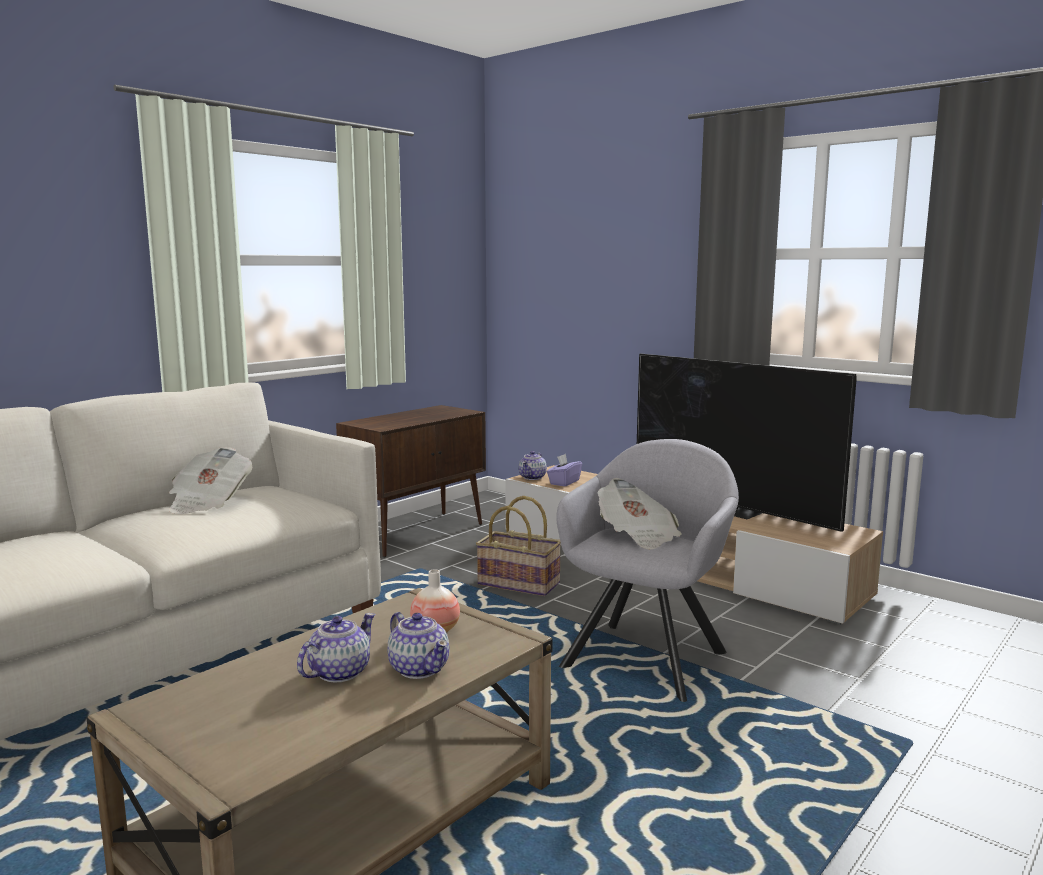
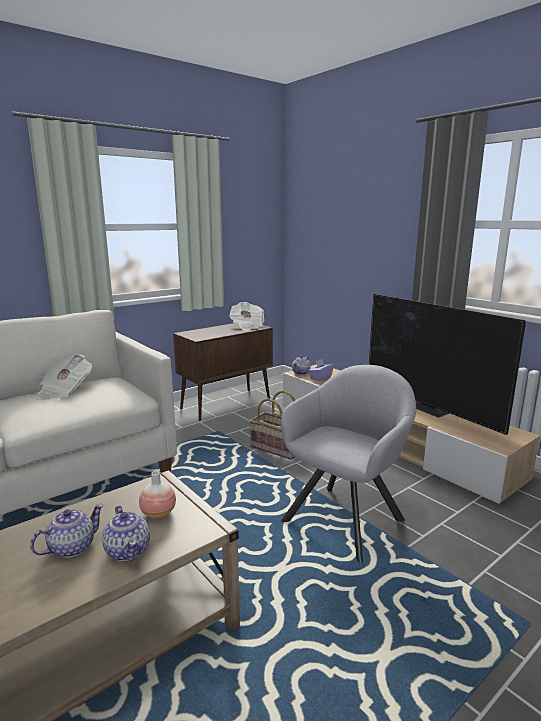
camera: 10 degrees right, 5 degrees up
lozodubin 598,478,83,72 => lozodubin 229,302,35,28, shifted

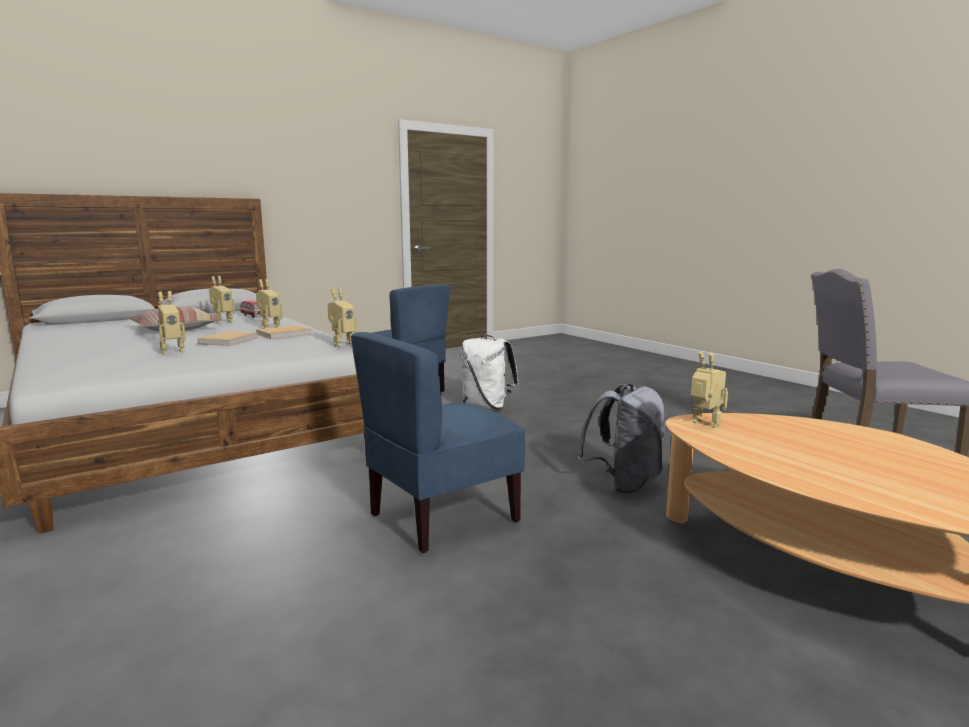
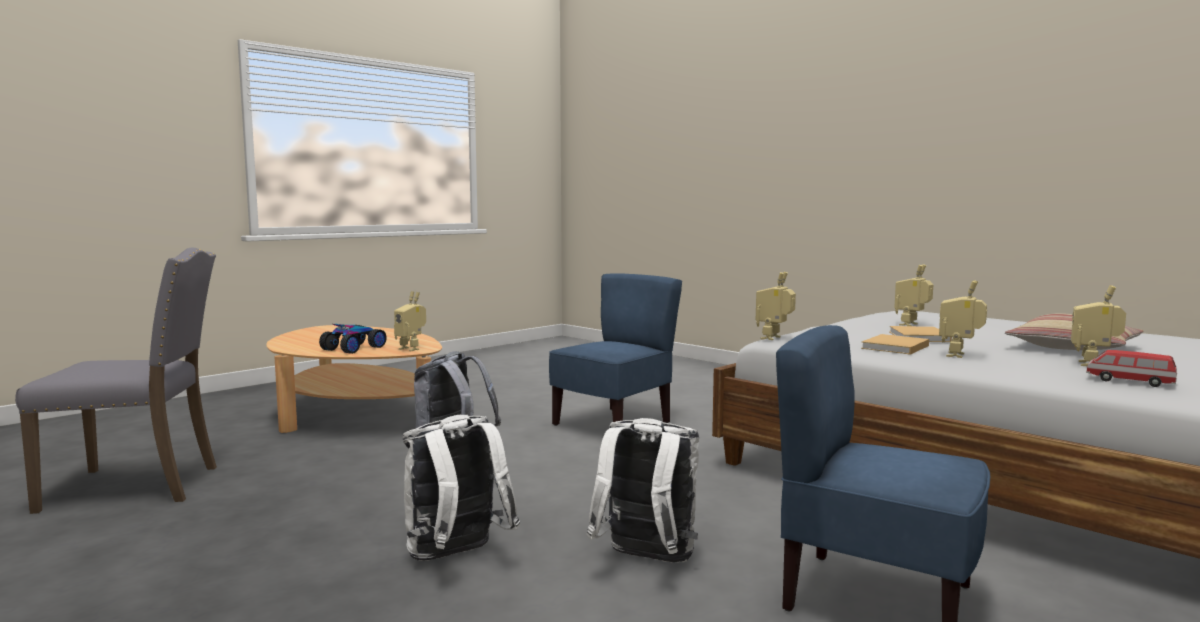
camera: 170 degrees right, 5 degrees down
nothing => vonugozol 319,324,68,30
nothing => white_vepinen 403,415,117,146

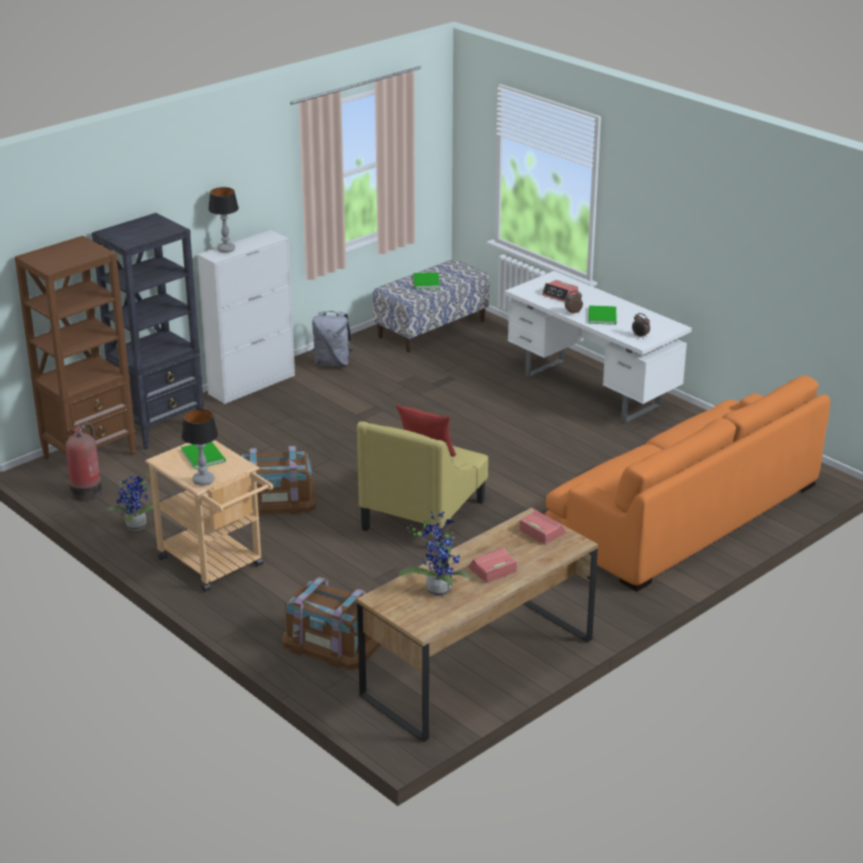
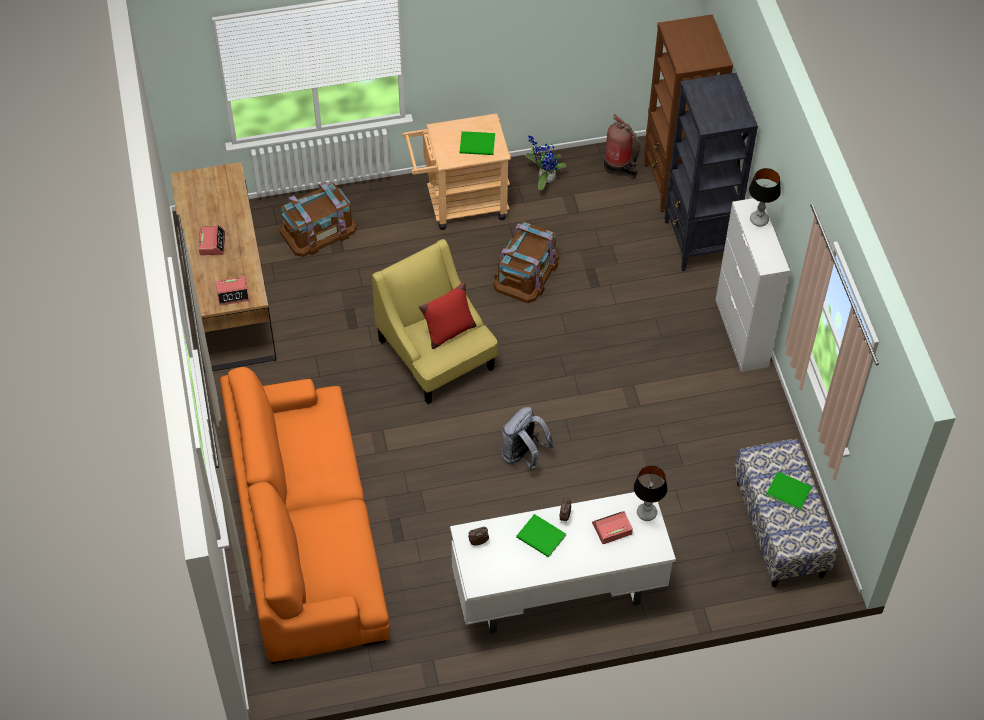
camera: 120 degrees right, 25 degrees up
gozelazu 399,511,72,86 => nothing
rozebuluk 181,409,37,77 => rozebuluk 633,465,35,56, shifted
grey_vepinen 312,311,41,56 => grey_vepinen 502,407,52,63, shifted

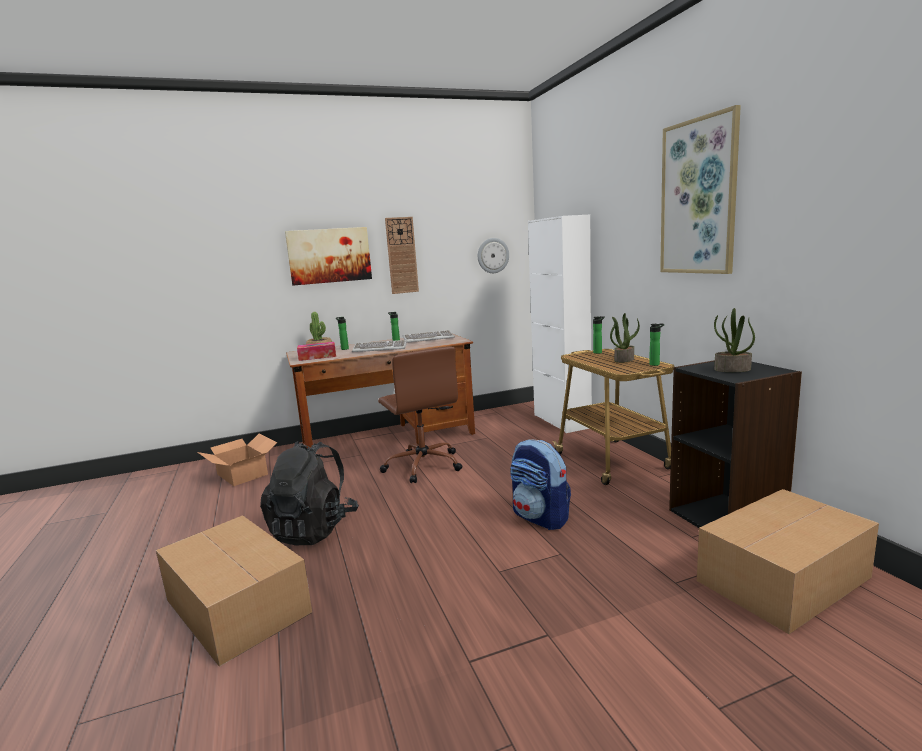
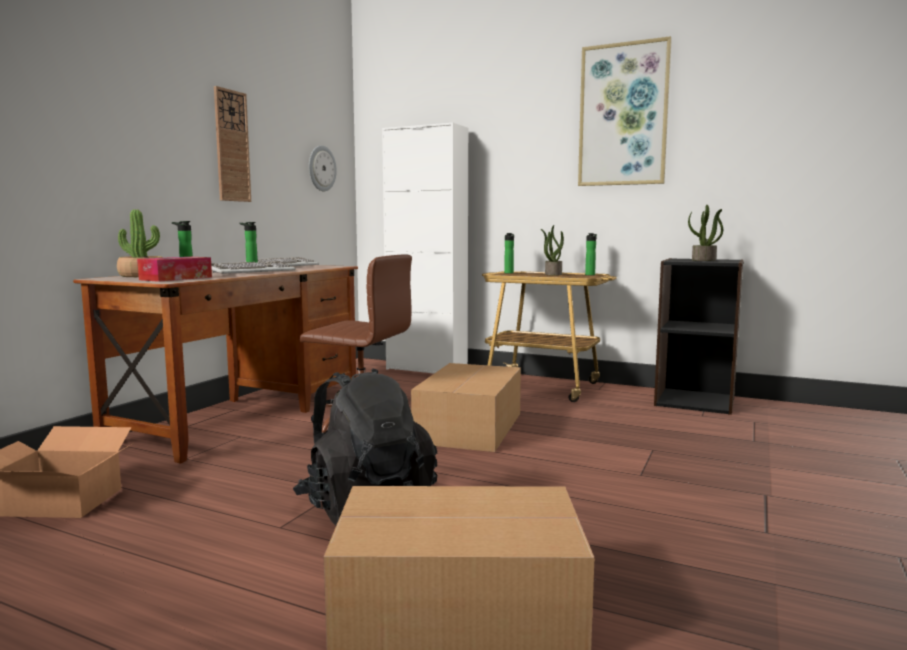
camera: 45 degrees left, 5 degrees down
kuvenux 285,227,87,59 => nothing
vepinen 510,439,61,91 => nothing
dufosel 697,489,182,145 => dufosel 411,363,110,89, shifted

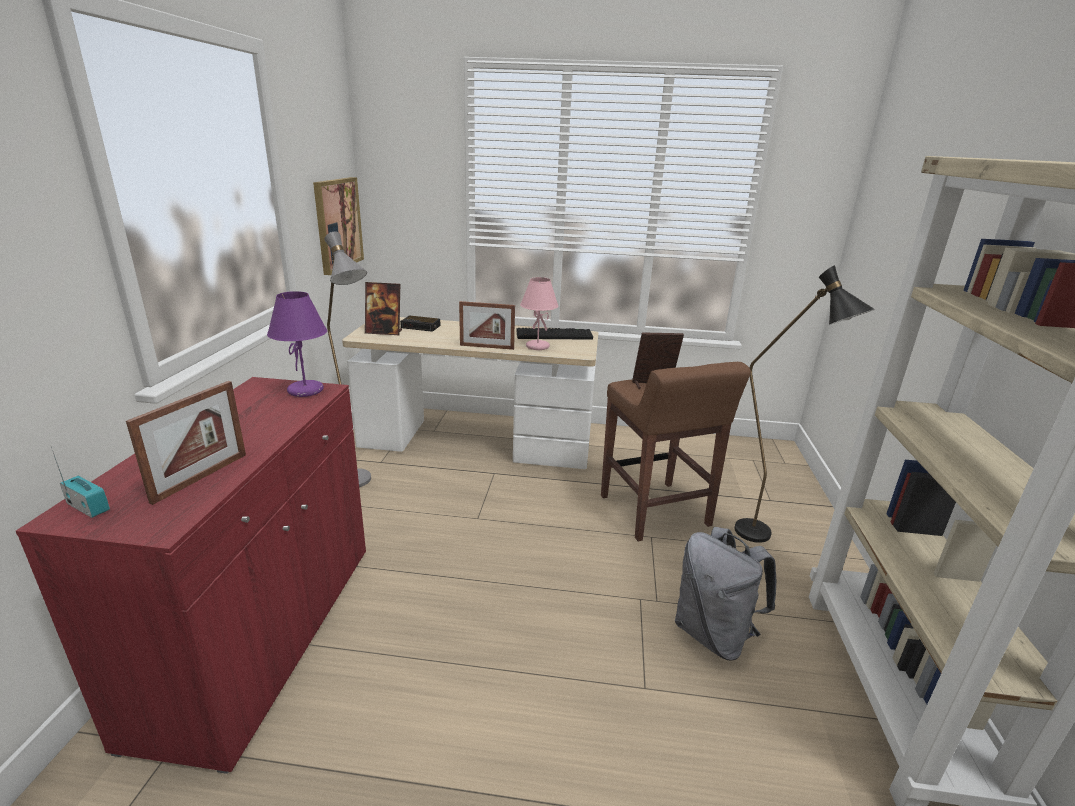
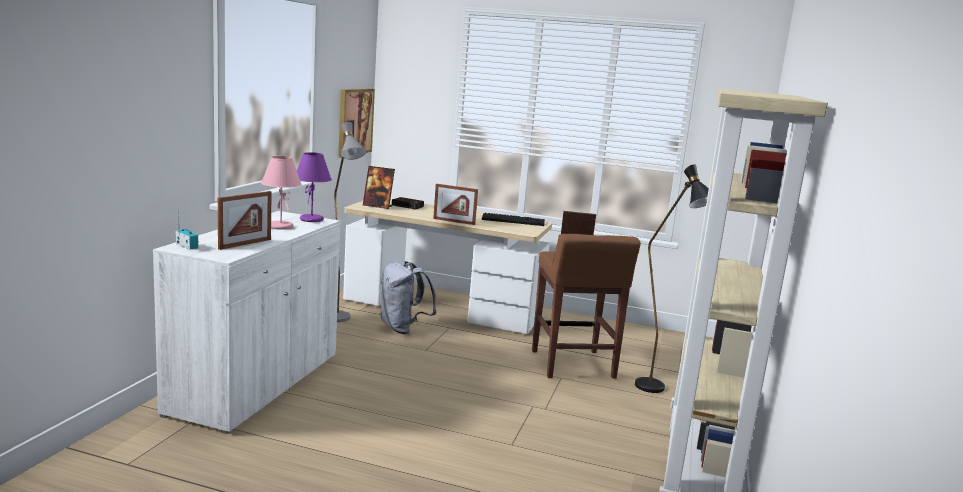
camera: 10 degrees right, 10 degrees down
pink_rozebuluk 520,277,39,73 => pink_rozebuluk 261,156,41,74, shifted
grey_vepinen 675,527,101,133 => grey_vepinen 380,261,57,73, shifted
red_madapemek 16,377,350,397 => white_madapemek 153,211,187,223

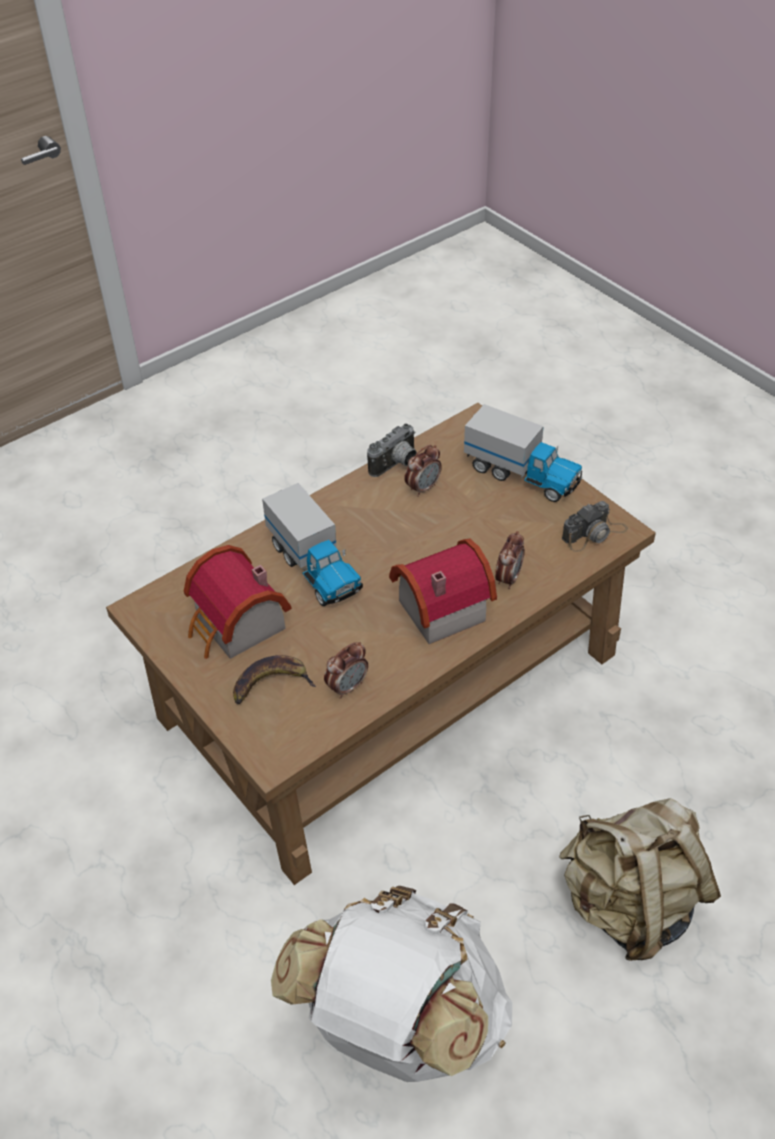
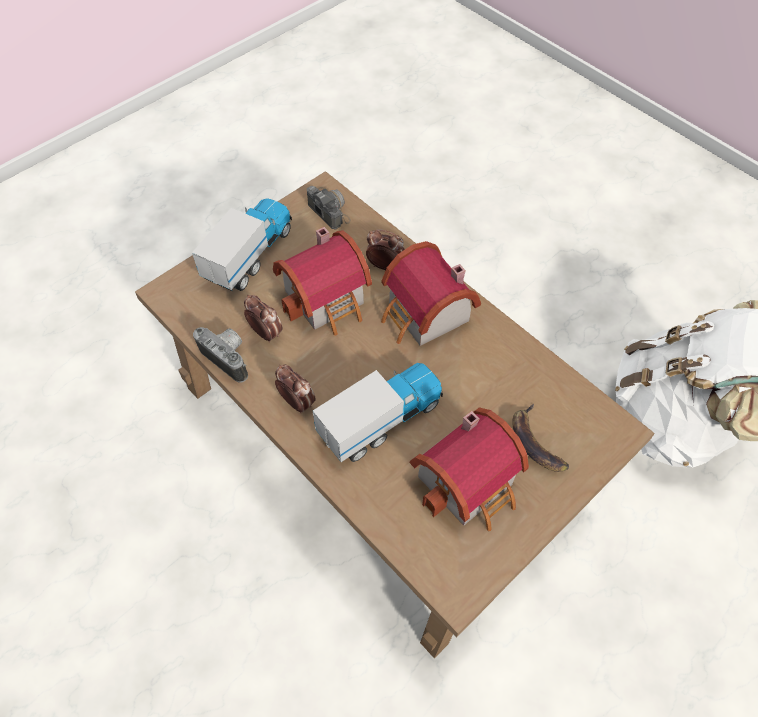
camera: 95 degrees left, 10 degrees up
beige_vepinen 559,798,162,163 => nothing
nothing => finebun 273,227,99,109
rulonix 324,642,44,57 => rulonix 275,365,41,48, shifted

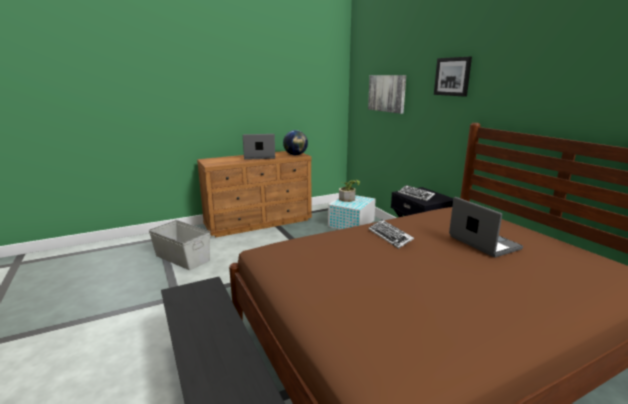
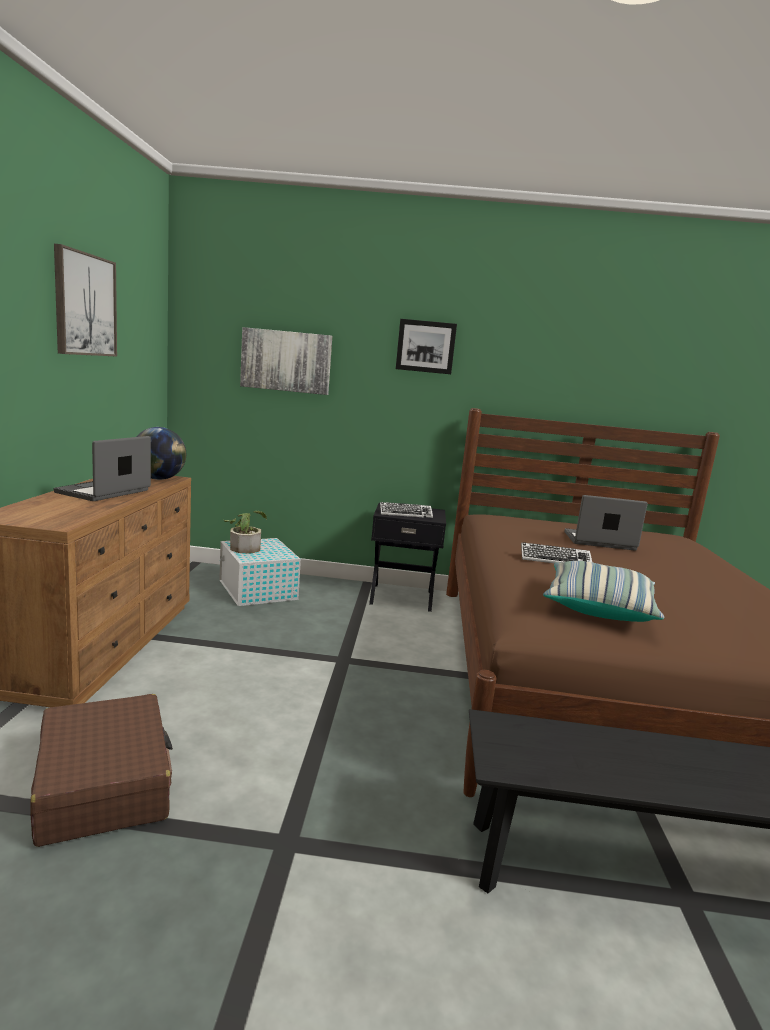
camera: 60 degrees left, 5 degrees down
nothing => kuvenux 54,244,63,112
nothing => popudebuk 543,561,121,61
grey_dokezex 149,220,61,50 => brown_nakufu 30,694,143,153

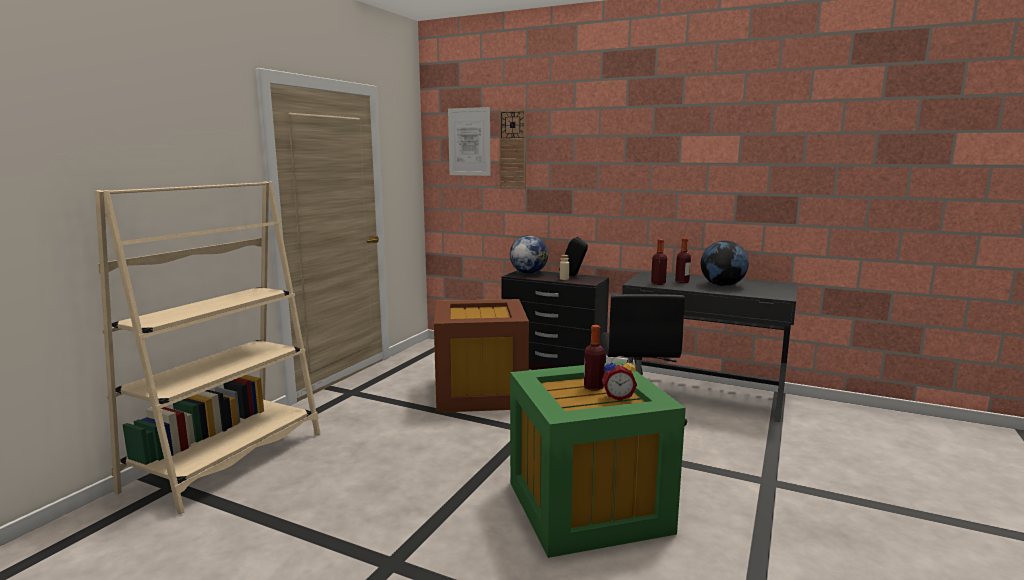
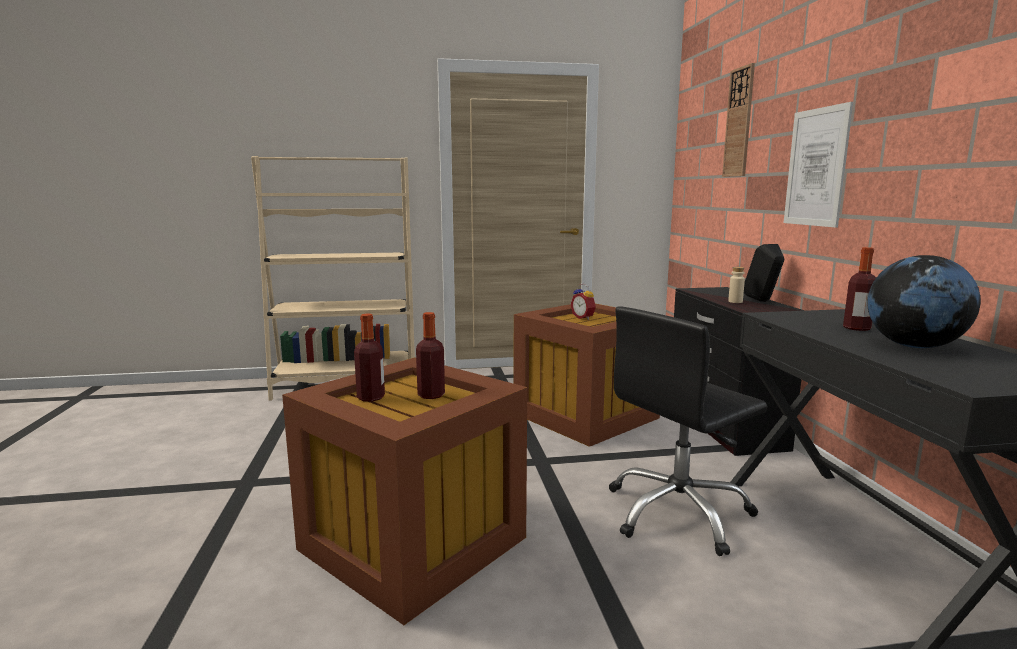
camera: 55 degrees right, 0 degrees up
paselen 510,235,38,39 => nothing
kuvenux 448,107,43,69 => kuvenux 784,102,69,126, shifted
rulonix 602,356,35,45 => rulonix 571,284,25,36, shifted
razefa 651,239,16,46 => razefa 354,314,31,88, shifted
green_dokezex 510,361,176,197 => brown_dokezex 282,358,245,267

